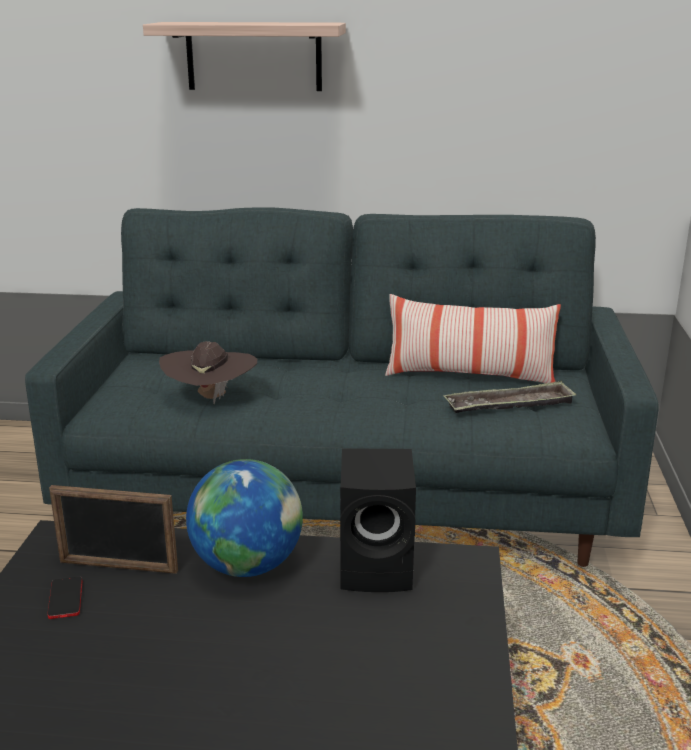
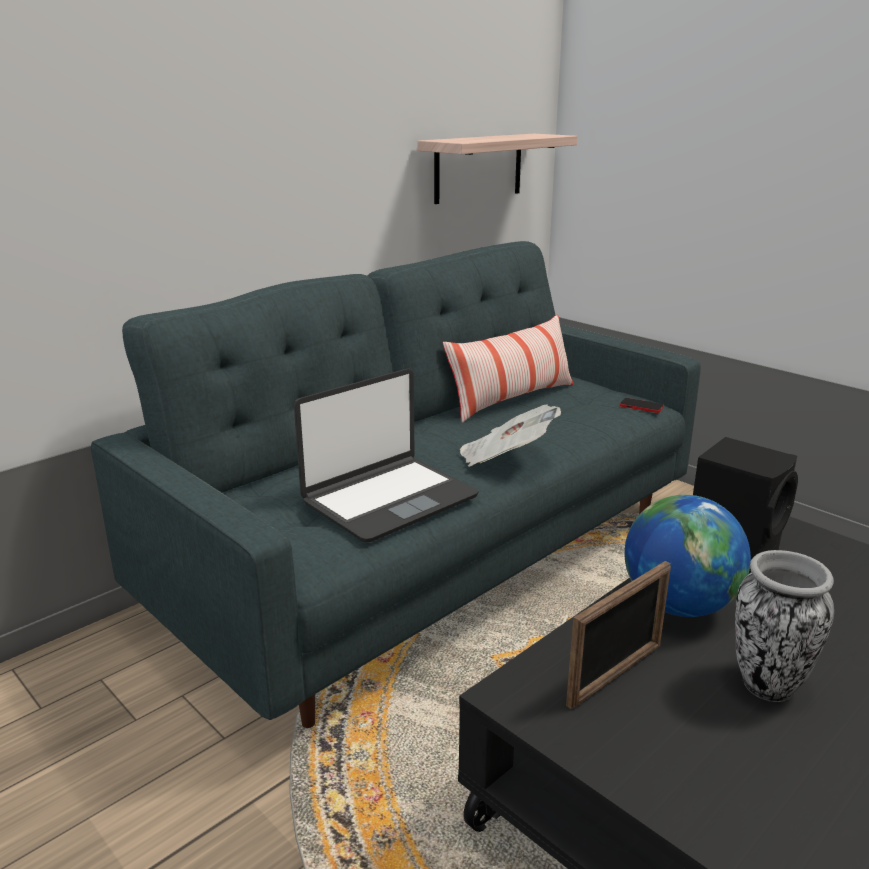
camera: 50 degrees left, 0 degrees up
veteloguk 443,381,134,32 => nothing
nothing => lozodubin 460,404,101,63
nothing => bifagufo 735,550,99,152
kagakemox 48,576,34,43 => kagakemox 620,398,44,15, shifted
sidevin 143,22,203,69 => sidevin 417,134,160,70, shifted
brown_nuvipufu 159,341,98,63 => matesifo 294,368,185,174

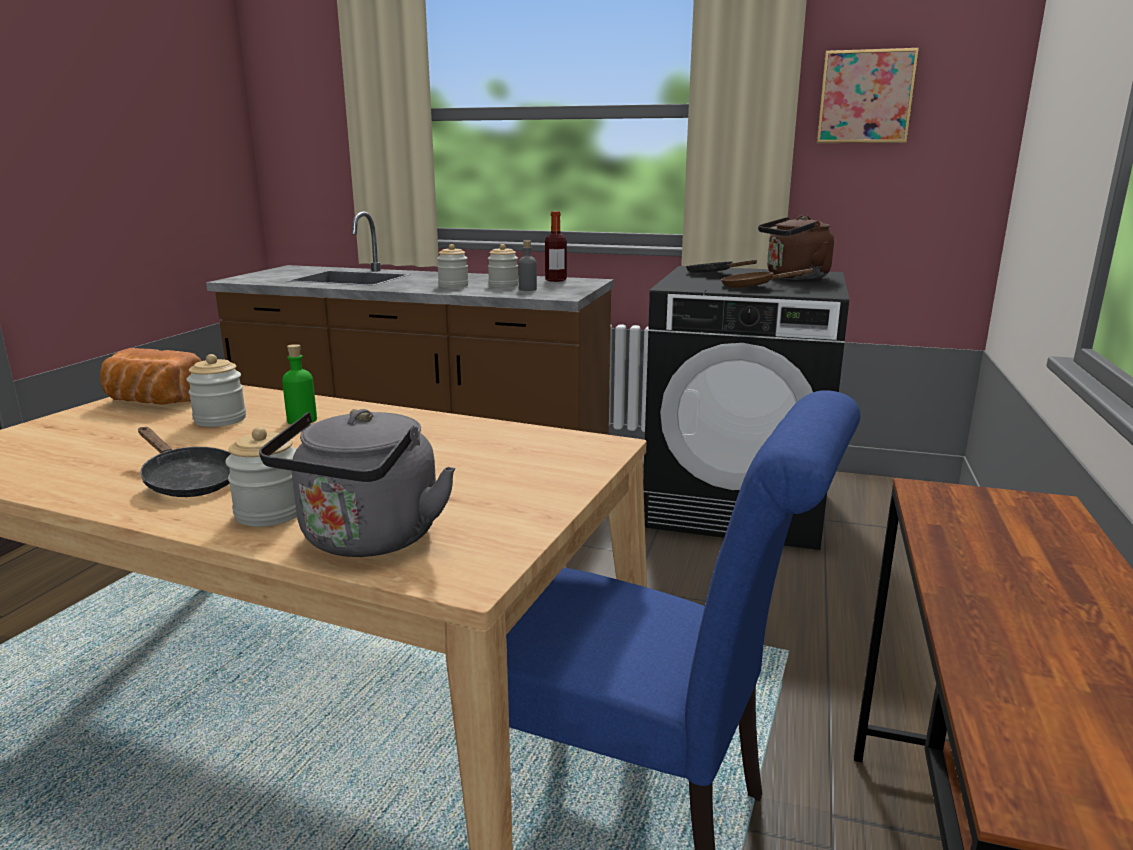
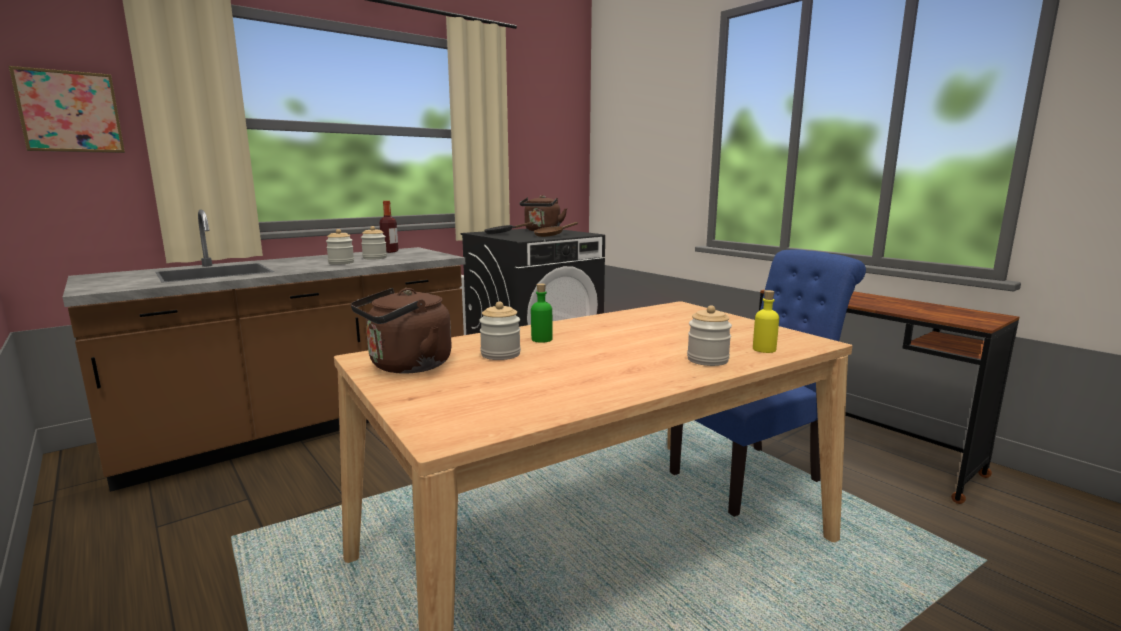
camera: 55 degrees left, 5 degrees down
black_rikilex 138,427,93,70 => nothing
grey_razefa 518,240,19,51 => nothing
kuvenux 817,48,102,95 => kuvenux 9,66,116,87, shifted
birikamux 100,348,101,57 => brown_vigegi 351,288,101,86
grey_vigegi 259,409,196,148 => yellow_razefa 753,290,26,63

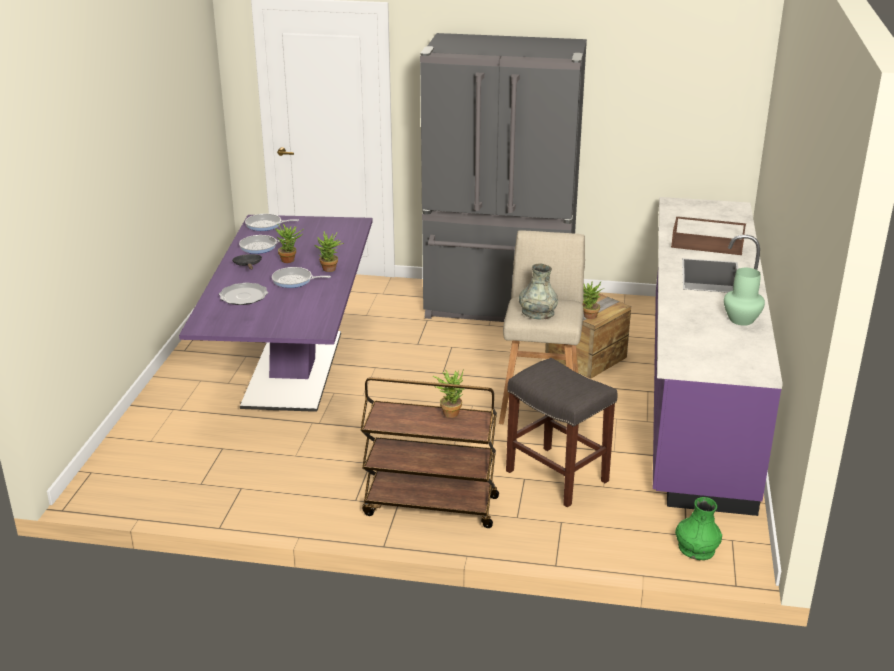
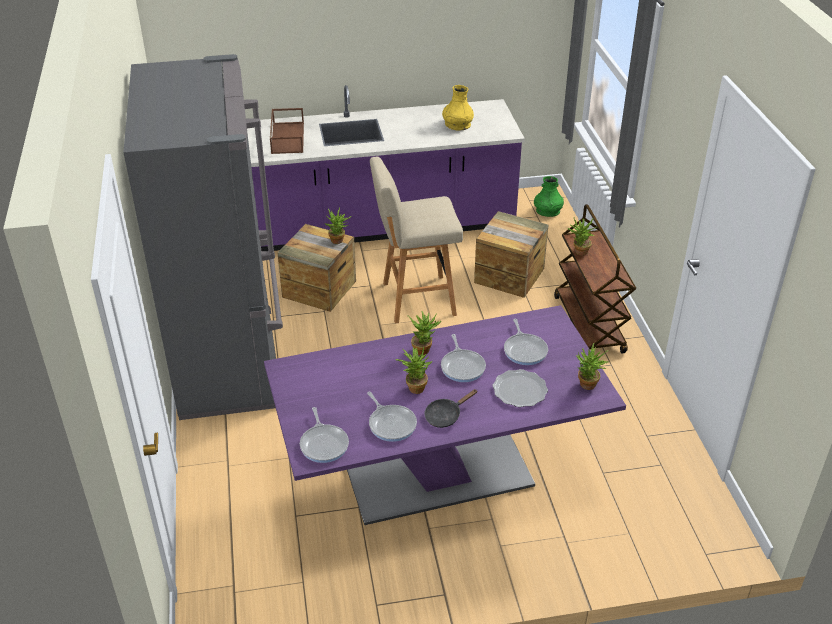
camera: 110 degrees left, 10 degrees up
grey_bifagufo 519,263,39,57 => nothing
green_bifagufo 724,268,41,58 => nothing
nothing => yellow_bifagufo 442,85,32,46
nothing => rikilex 504,319,44,46
nothing => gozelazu 576,343,33,47
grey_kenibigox 506,358,112,149 => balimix 474,211,74,87

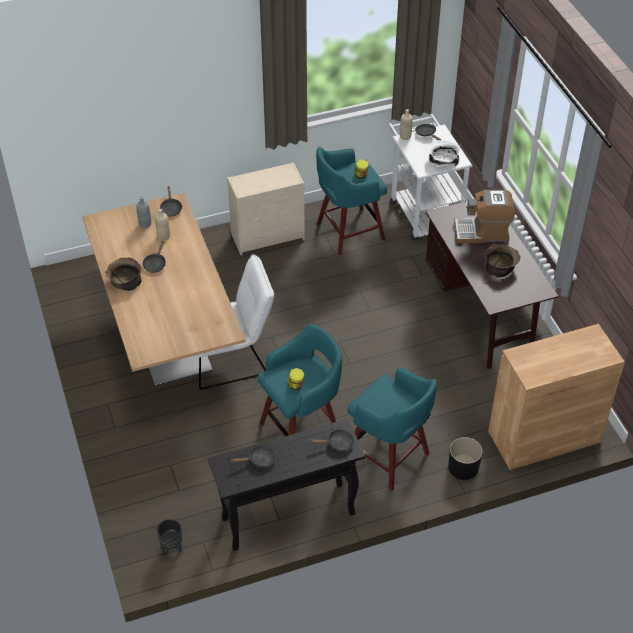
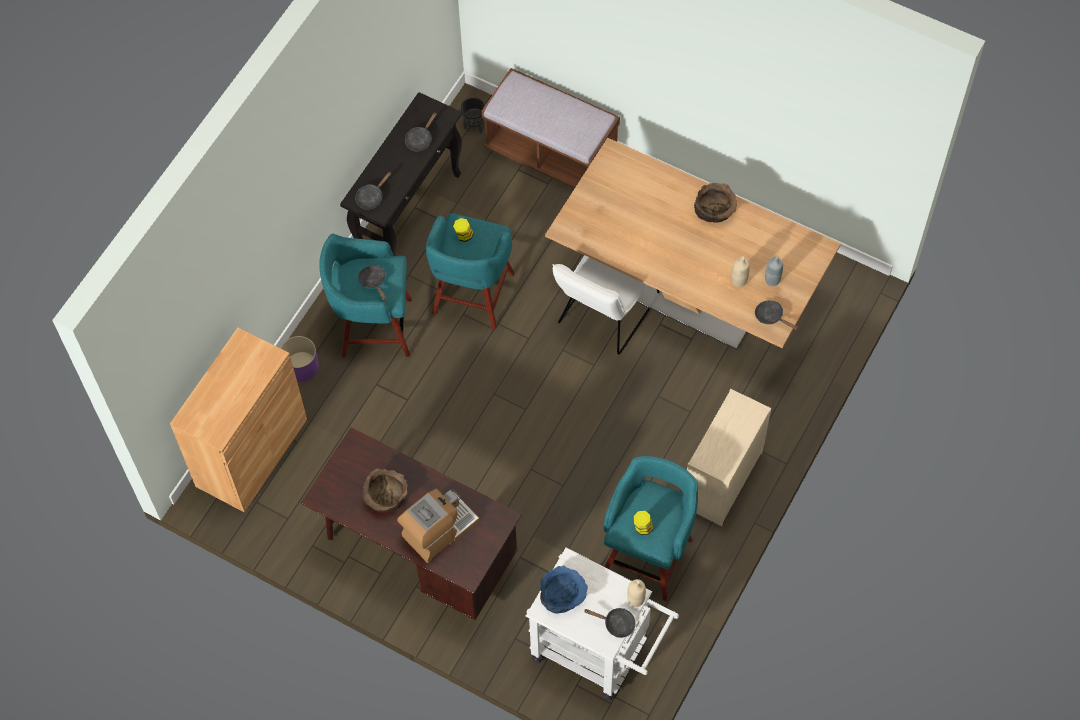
camera: 140 degrees right, 15 degrees up
nothing => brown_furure 482,68,138,120
black_rikilex 143,240,23,33 => black_rikilex 358,265,29,36, shifted
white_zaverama 428,140,33,27 => blue_zaverama 540,565,48,49
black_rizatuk 448,437,35,43 => purple_rizatuk 281,336,38,46

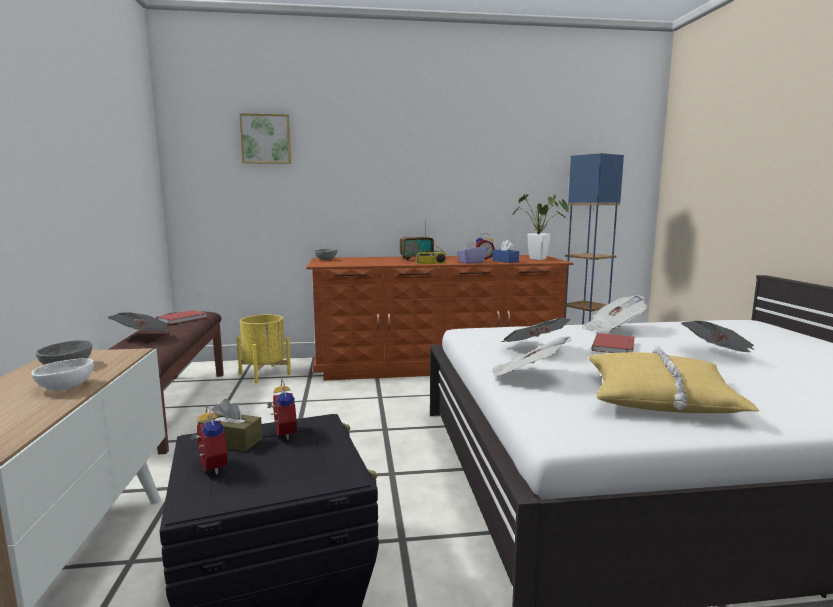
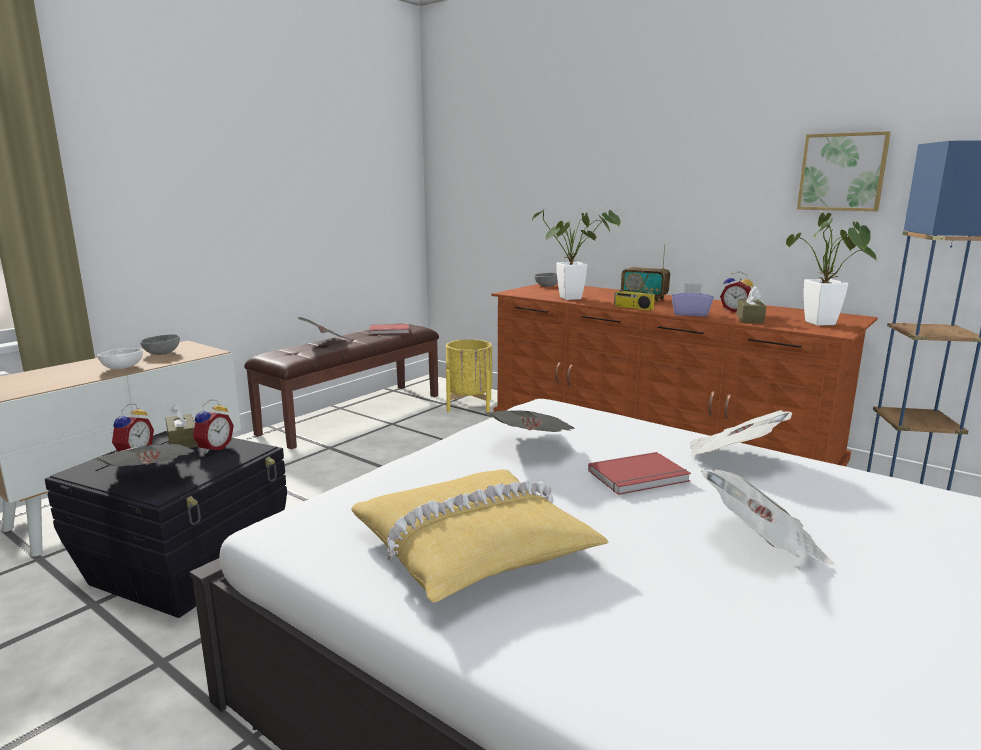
camera: 45 degrees right, 5 degrees up
nothing => gozelazu 532,208,89,92
kuvenux 239,113,52,51 => kuvenux 797,131,94,80, shifted
lozodubin 492,336,79,42 => lozodubin 92,444,103,23, shifted
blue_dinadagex 492,240,27,23 => brown_dinadagex 736,286,30,38

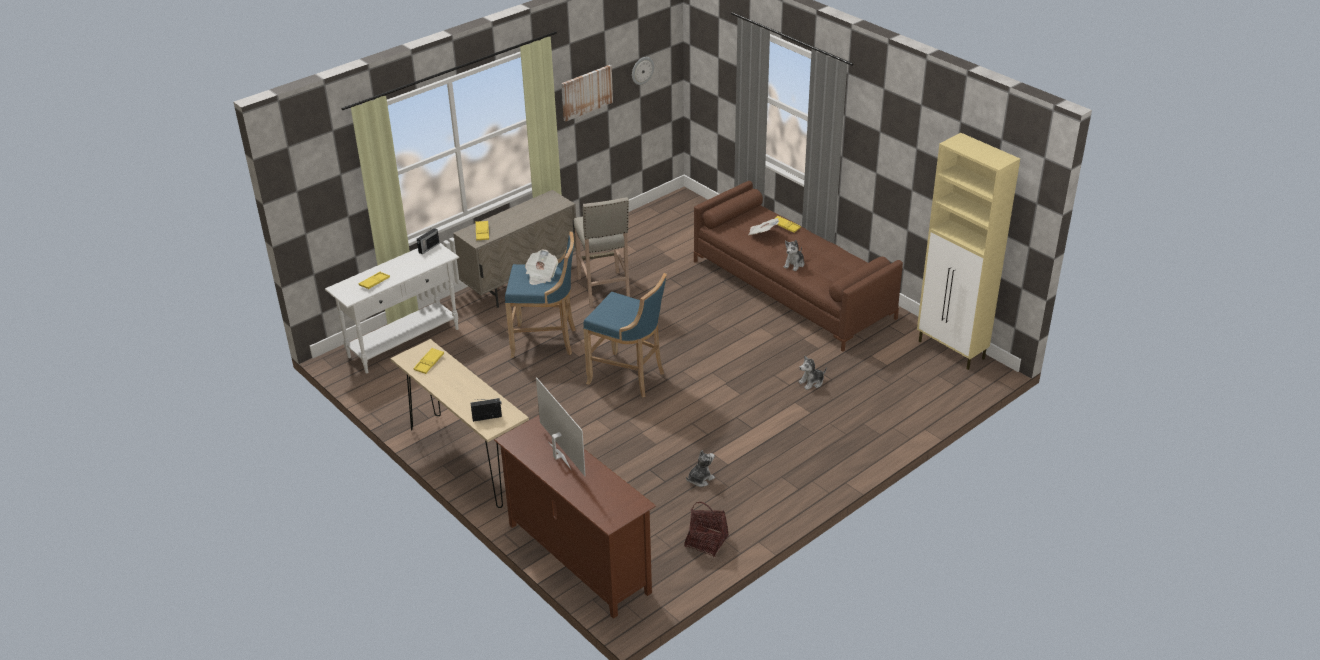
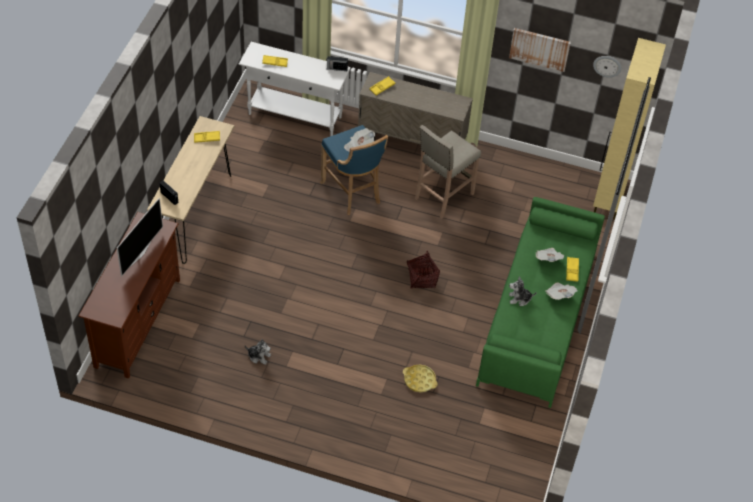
camera: 55 degrees right, 15 degrees up
blue_kenibigox 583,273,84,125 => nothing
nothing => lozodubin 545,282,33,18
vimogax 684,502,45,55 => vimogax 407,251,33,38, shifted
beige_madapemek 917,133,103,237 => beige_madapemek 593,38,73,182, shifted
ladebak 798,355,29,35 => yellow_veteloguk 403,364,35,28
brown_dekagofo 694,181,209,171 => green_dekagofo 476,197,129,211

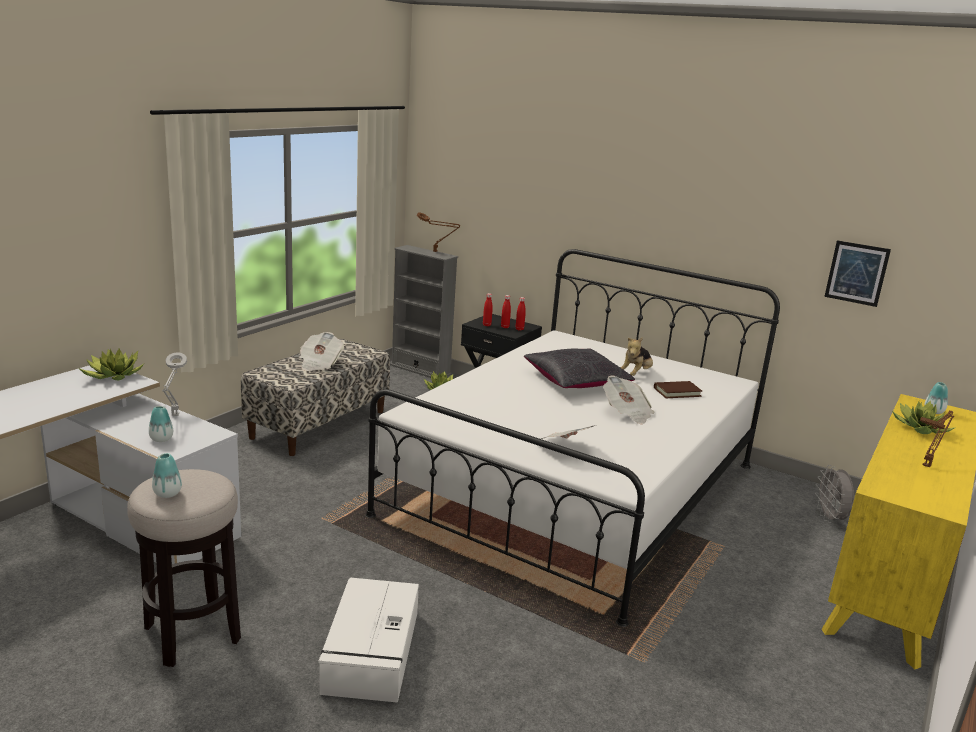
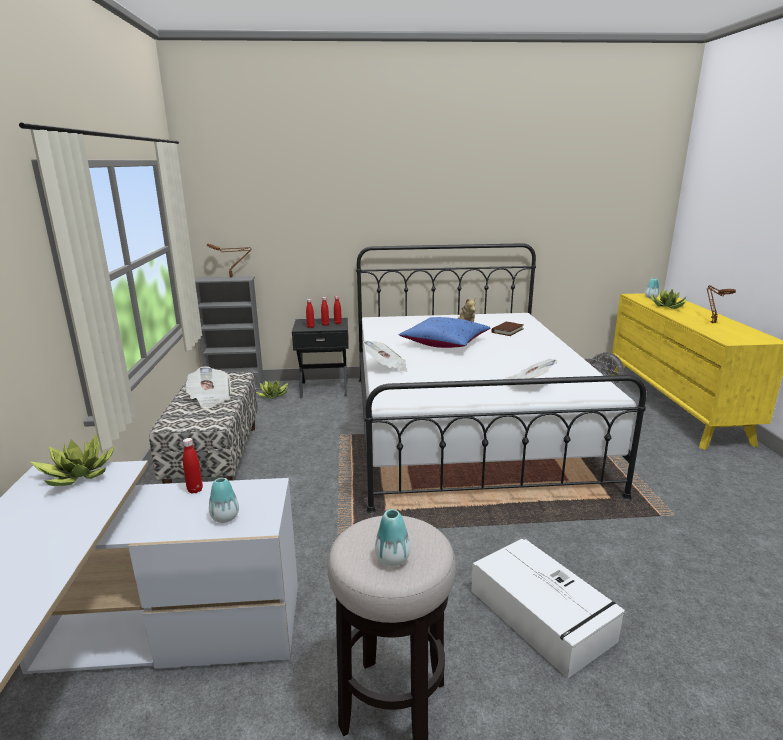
camera: 35 degrees left, 0 degrees up
kuvenux 824,240,67,67 => nothing
lozodubin 603,376,52,49 => lozodubin 363,341,44,31, shifted
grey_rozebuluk 162,352,25,64 => red_razefa 183,438,20,56
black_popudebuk 524,349,111,39 => blue_popudebuk 399,317,91,31

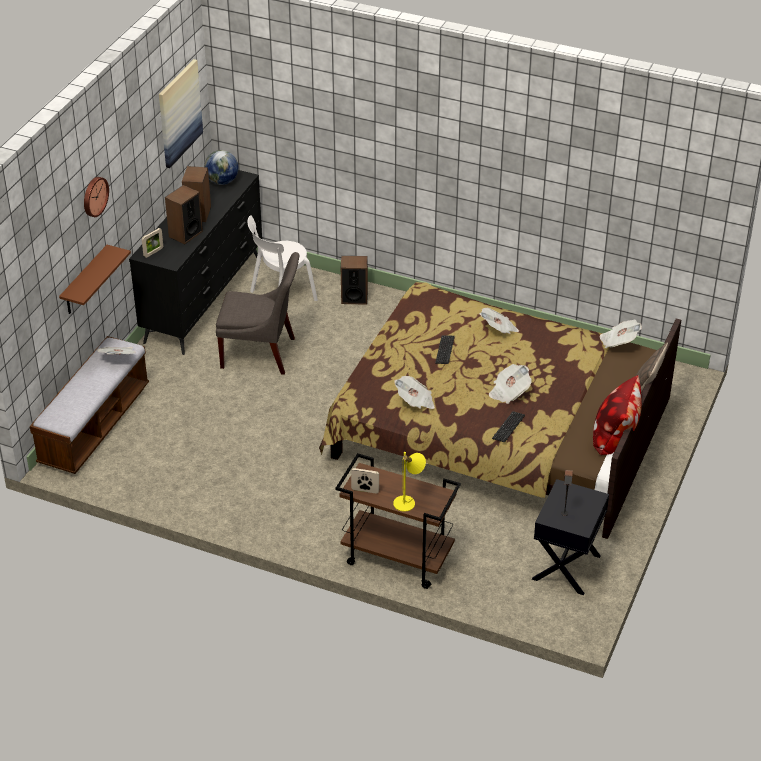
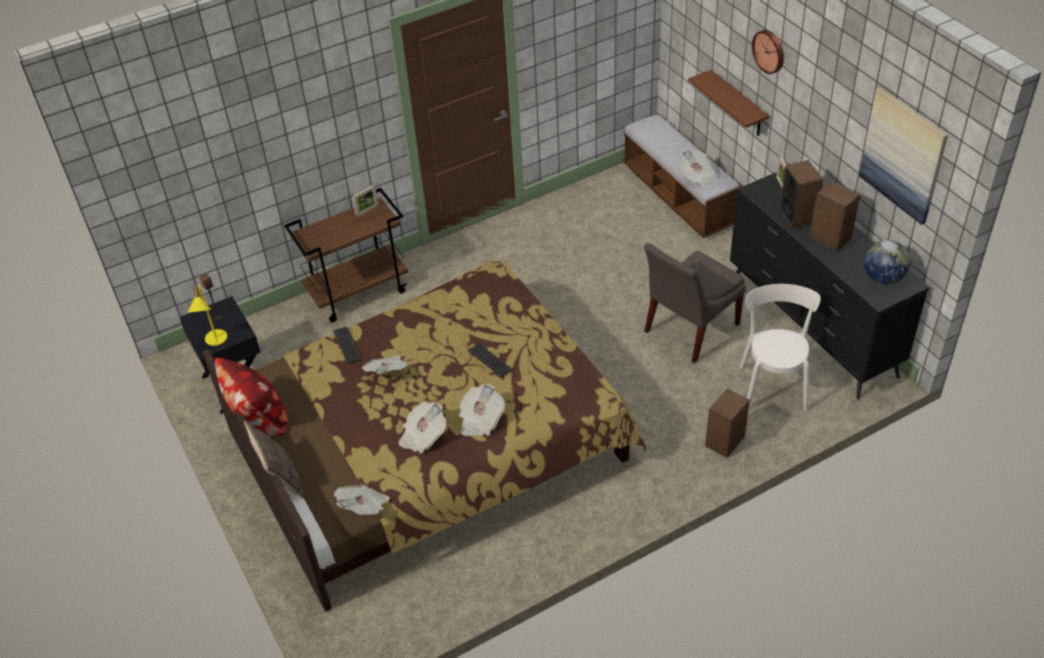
camera: 130 degrees right, 5 degrees up
yellow_rozebuluk 393,452,33,59 => yellow_rozebuluk 188,284,39,62, shifted
lozodubin 394,376,40,33 => lozodubin 399,402,47,51, shifted

